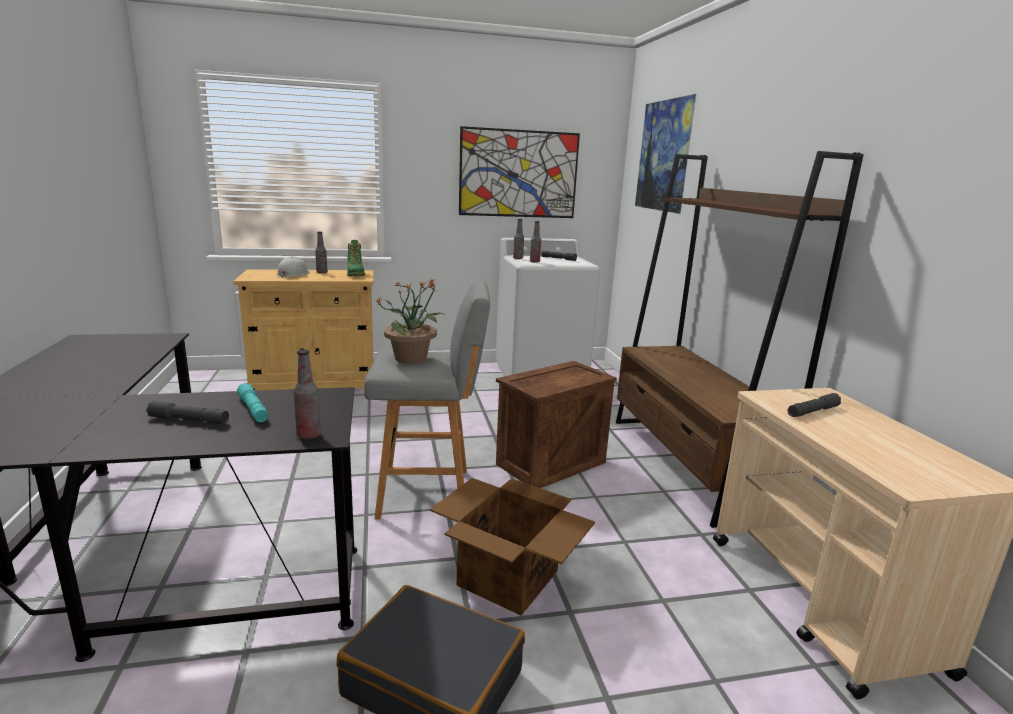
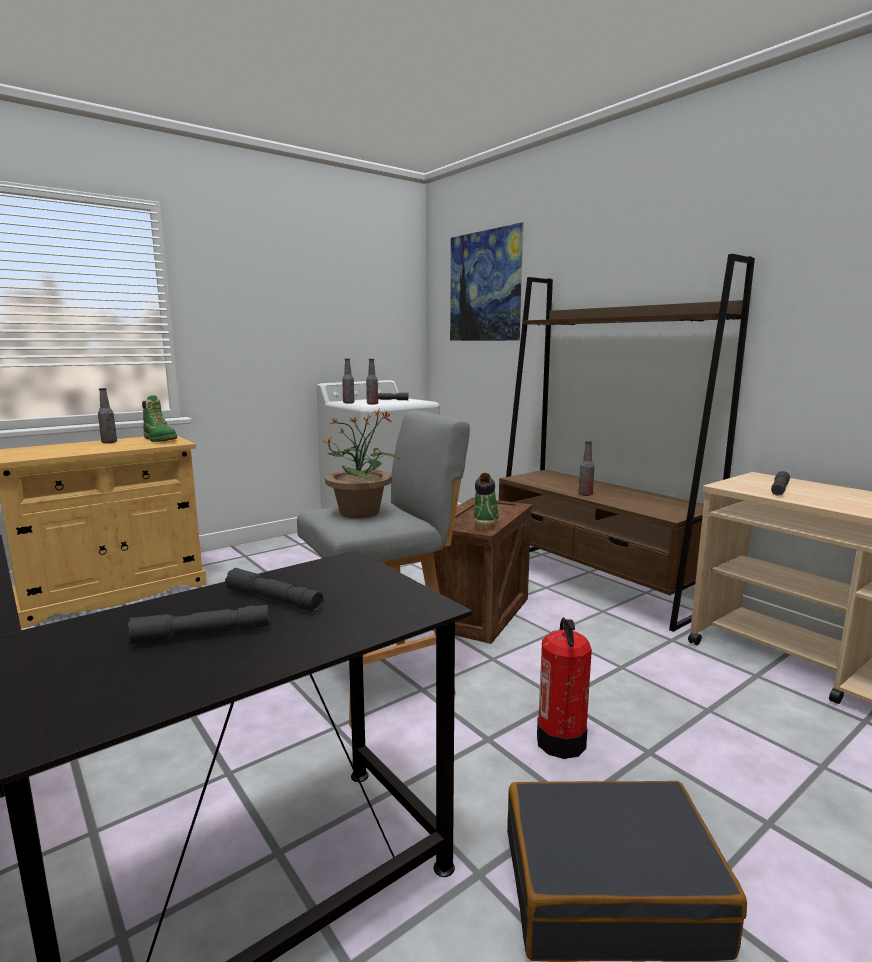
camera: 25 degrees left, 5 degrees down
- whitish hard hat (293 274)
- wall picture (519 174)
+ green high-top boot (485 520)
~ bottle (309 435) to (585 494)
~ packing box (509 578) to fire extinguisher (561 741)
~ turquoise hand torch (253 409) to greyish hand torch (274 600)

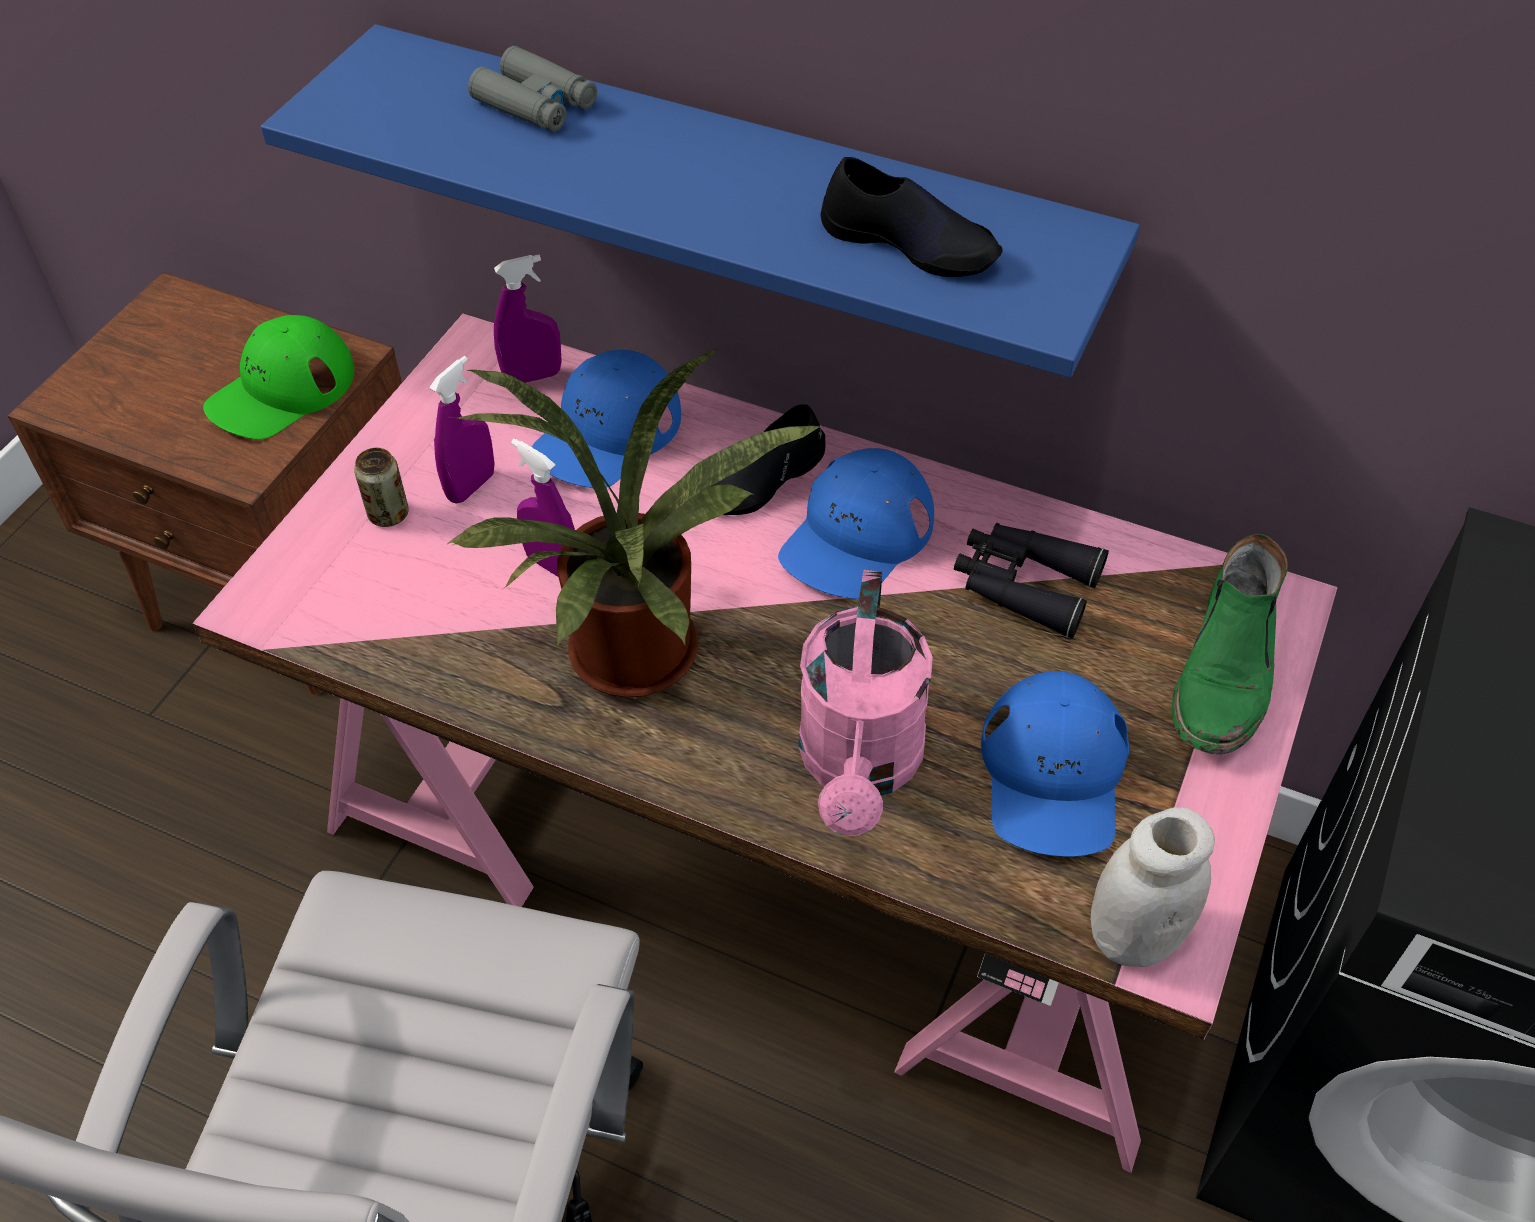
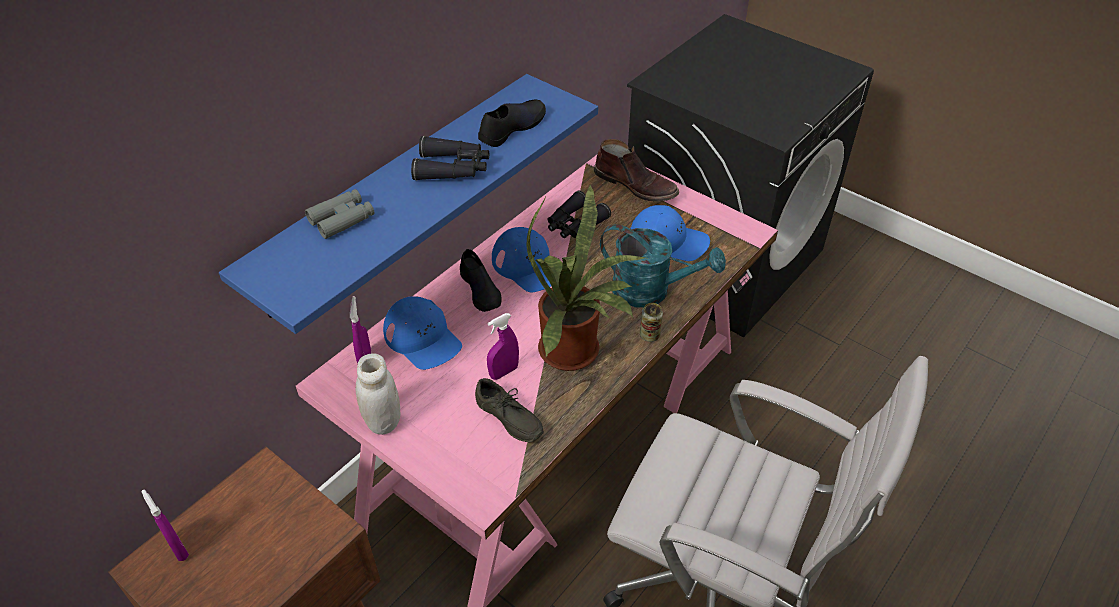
camera: 75 degrees left, 5 degrees down
- green baseball cap (282 390)
+ black-coloured binoculars (453 168)
+ greyish item of footwear (507 420)
~ can (388 514) to (649 335)
~ purplish spray bottle (471 486) to (178 548)
~ whitish preserve jar (1133 936) to (383 421)
~ pinkish watering can (860 766) to turquoise watering can (651 291)
~ green high-top boot (1226 673) to brown-coloured high-top boot (636 185)

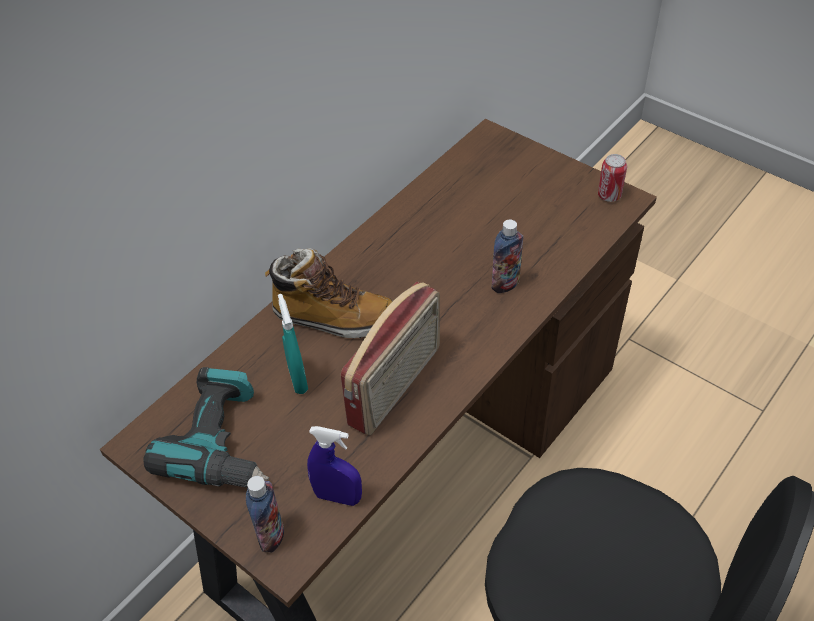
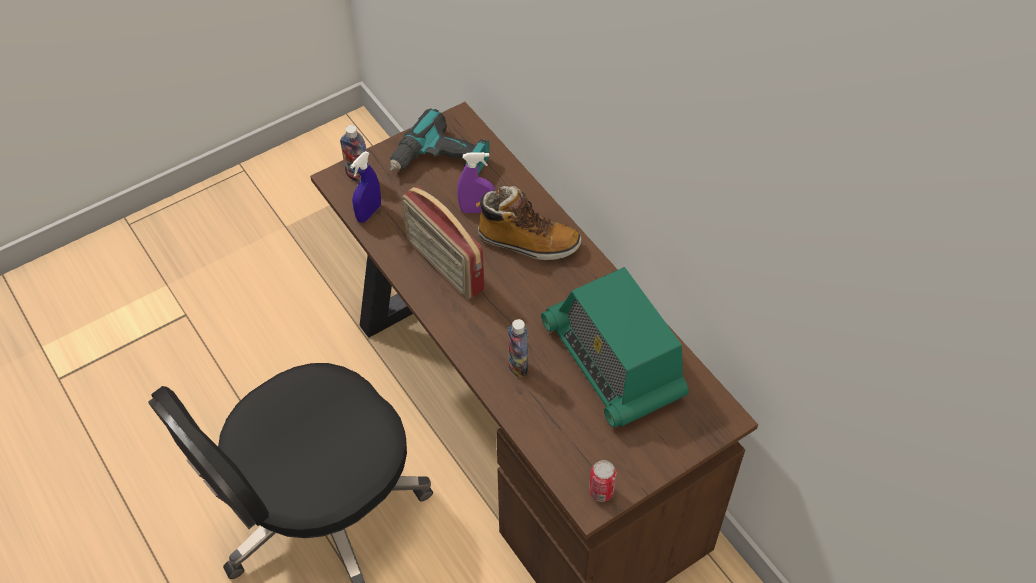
camera: 105 degrees right, 5 degrees up
+ radio receiver (613 361)
~ turquoise spray bottle (298 379) to purplish spray bottle (476 210)
~ high-top boot (333 318) = (528 242) 105 degrees counterclockwise

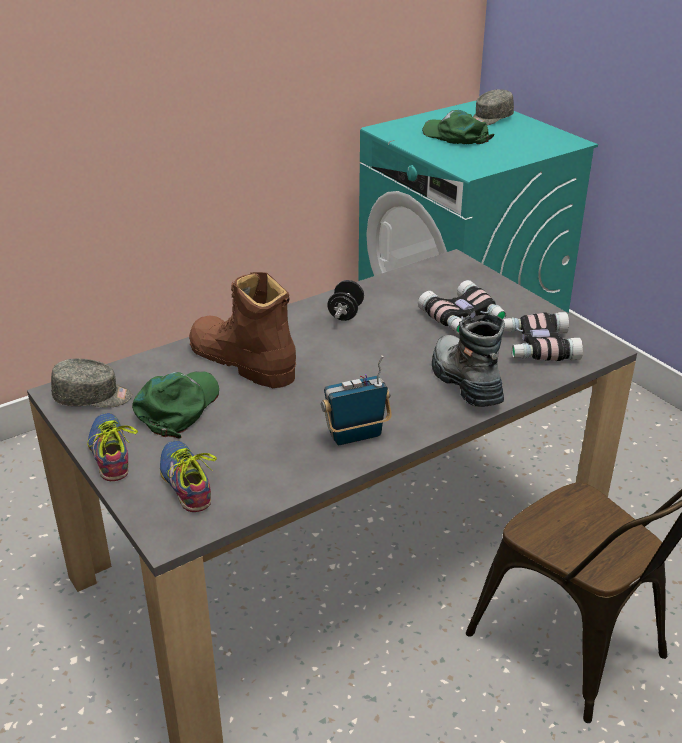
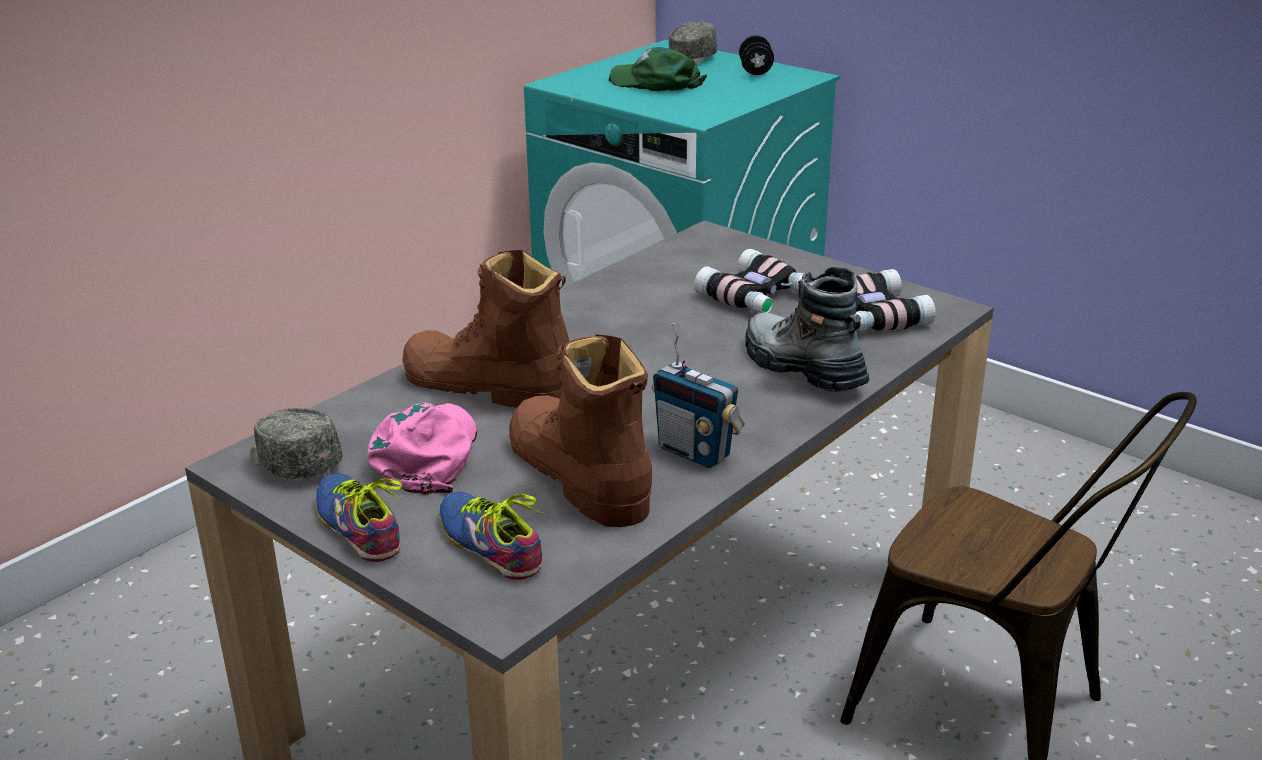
camera: 15 degrees left, 5 degrees down
+ brown-coloured high-top boot (578 475)
~ black-coloured dumbbell (345 313) to (755 71)
~ green baseball cap (178 407) to pinkish baseball cap (427 454)
~ greyish baseball cap (93 397) = (293 462) 120 degrees counterclockwise
~ radio receiver (355 436) = (695 452) 105 degrees counterclockwise

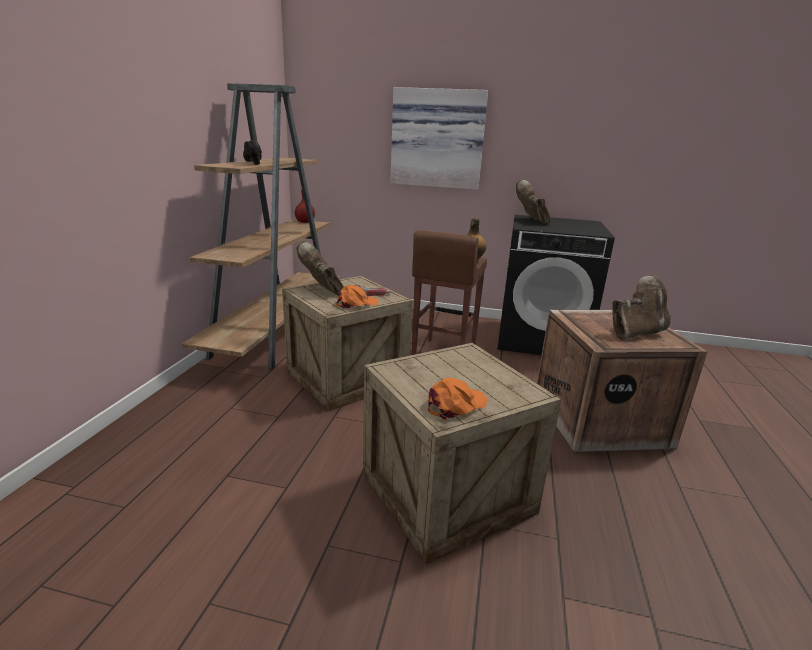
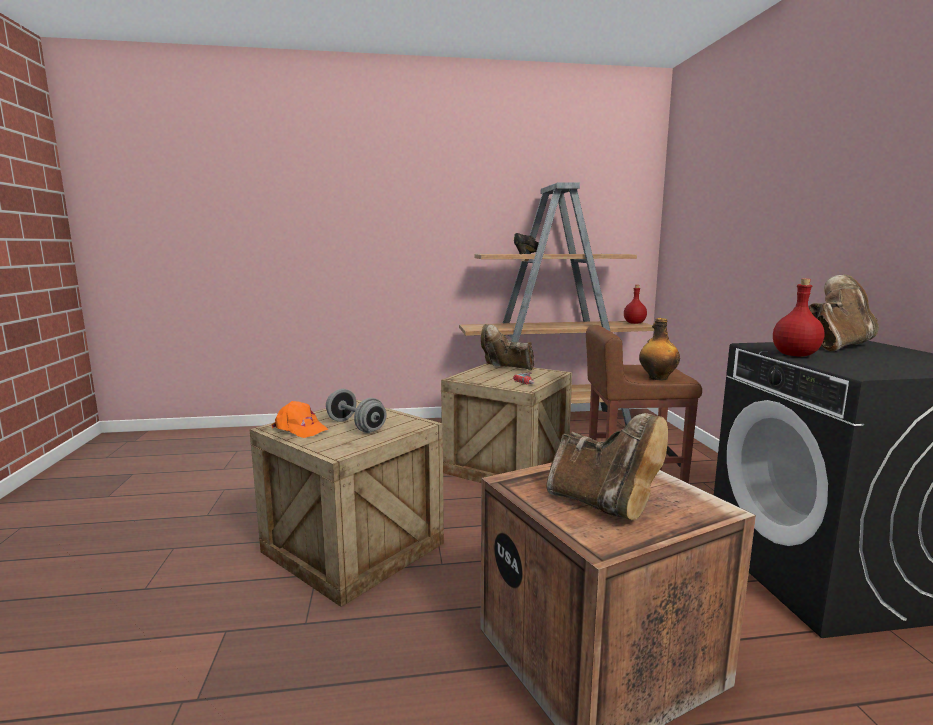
camera: 70 degrees right, 10 degrees down
- orangey baseball cap (356 303)
- wall picture (437 139)
+ greyish dumbbell (356 426)
+ red-coloured bottle (796 355)
~ brown-coloured high-top boot (323 290) = (505 369) 105 degrees counterclockwise

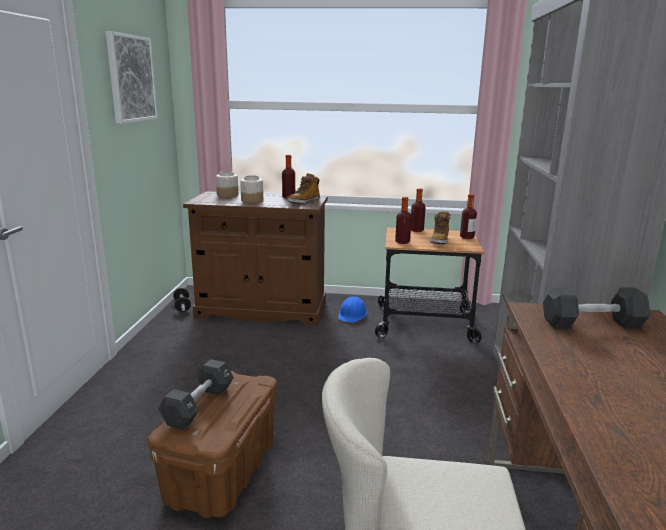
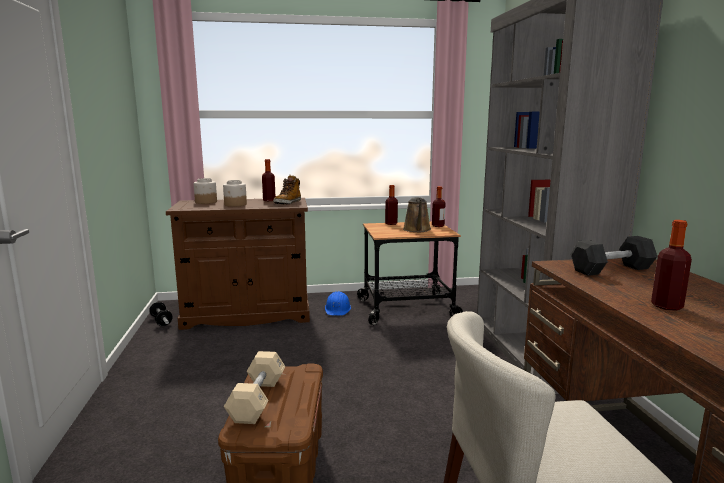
camera: 15 degrees left, 5 degrees down
- wall picture (131 79)
~ bottle (402 242) to (666 306)
~ high-top boot (439 241) to brown-coloured watering can (417 230)
~ black-coloured dumbbell (198 406) to beige-coloured dumbbell (257 399)

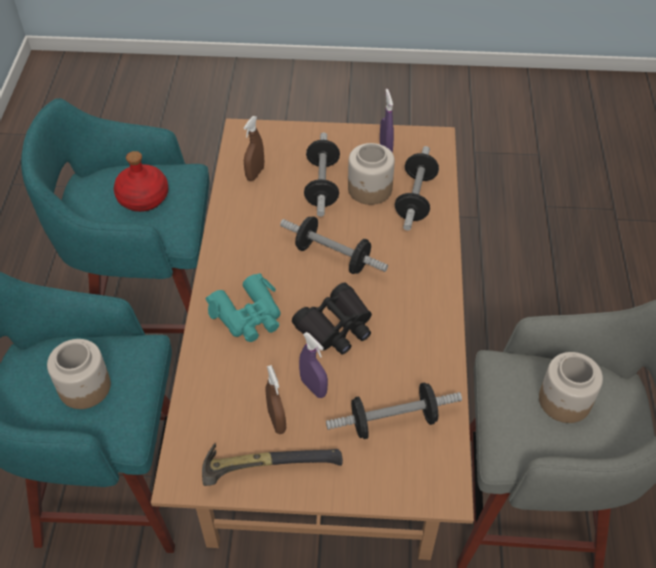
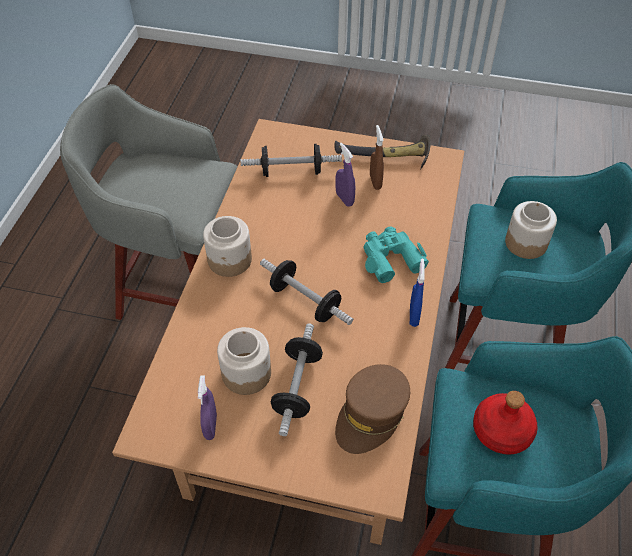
camera: 170 degrees left, 0 degrees up
- black-coloured binoculars (336 327)
- dumbbell (415 199)
+ bluish spray bottle (414 316)
~ preserve jar (564 400) to (230 260)
~ brown-coloured spray bottle (255 173) to brown-coloured baseball cap (371 415)

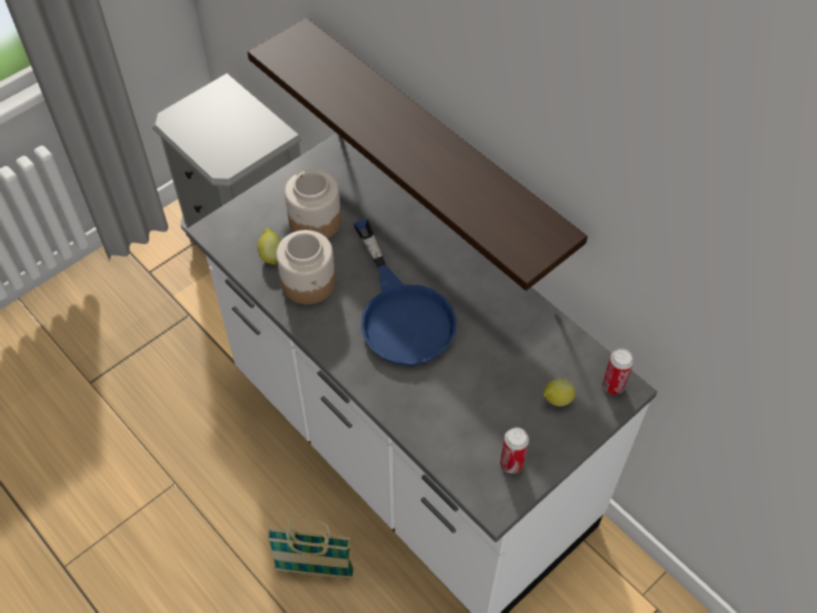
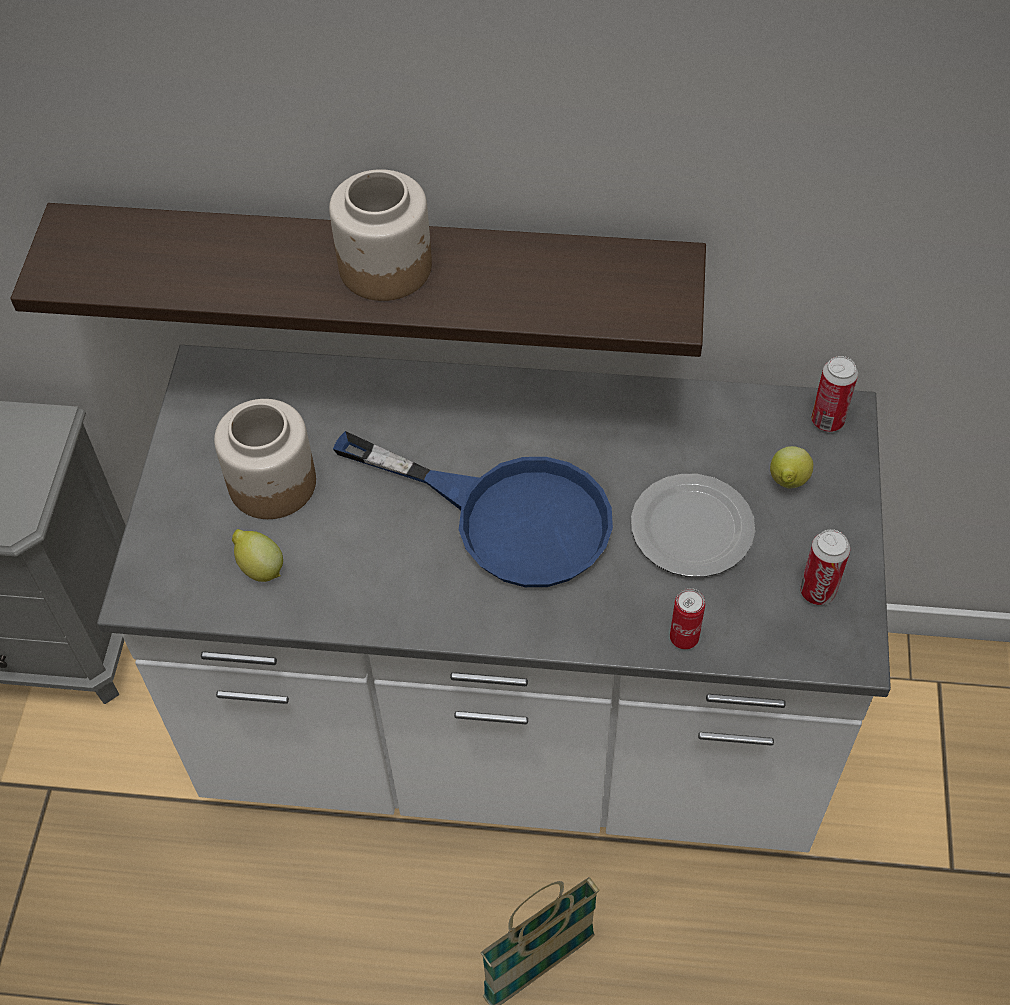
camera: 40 degrees left, 0 degrees up
+ dinner plate (689 527)
+ can (684 638)
~ preserve jar (309 283) to (386 266)

